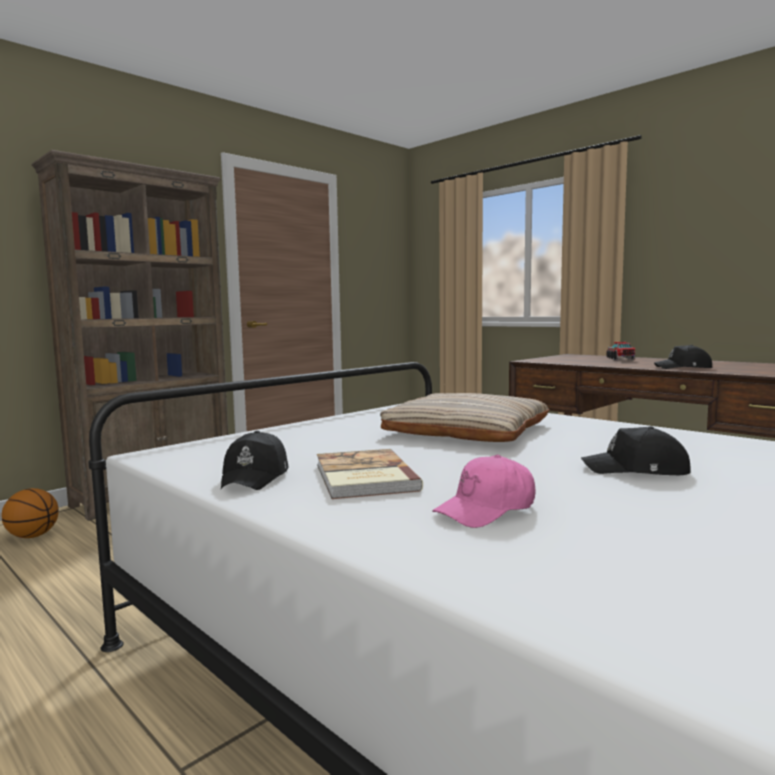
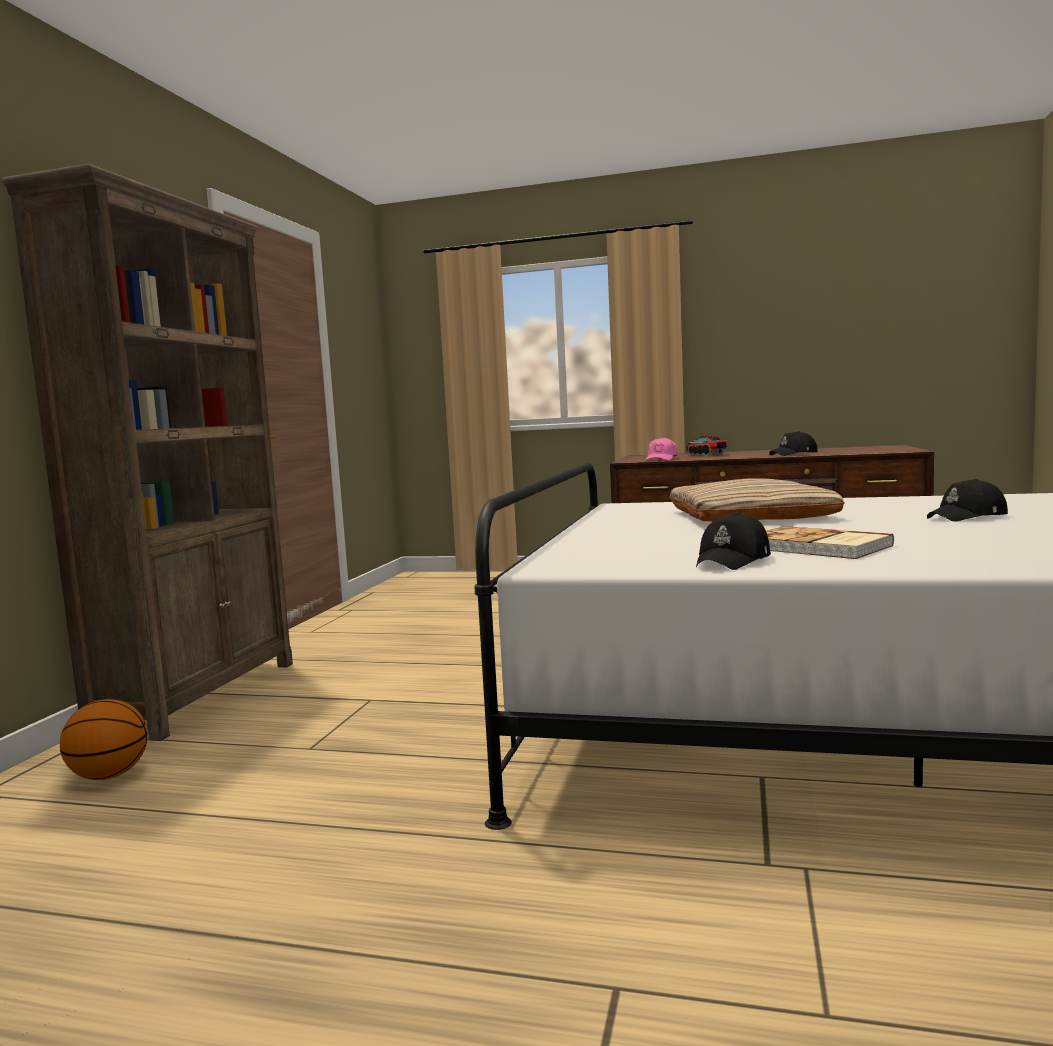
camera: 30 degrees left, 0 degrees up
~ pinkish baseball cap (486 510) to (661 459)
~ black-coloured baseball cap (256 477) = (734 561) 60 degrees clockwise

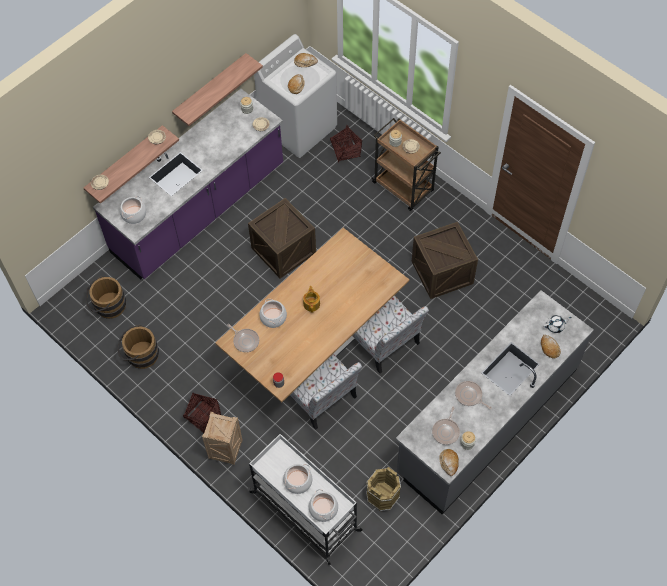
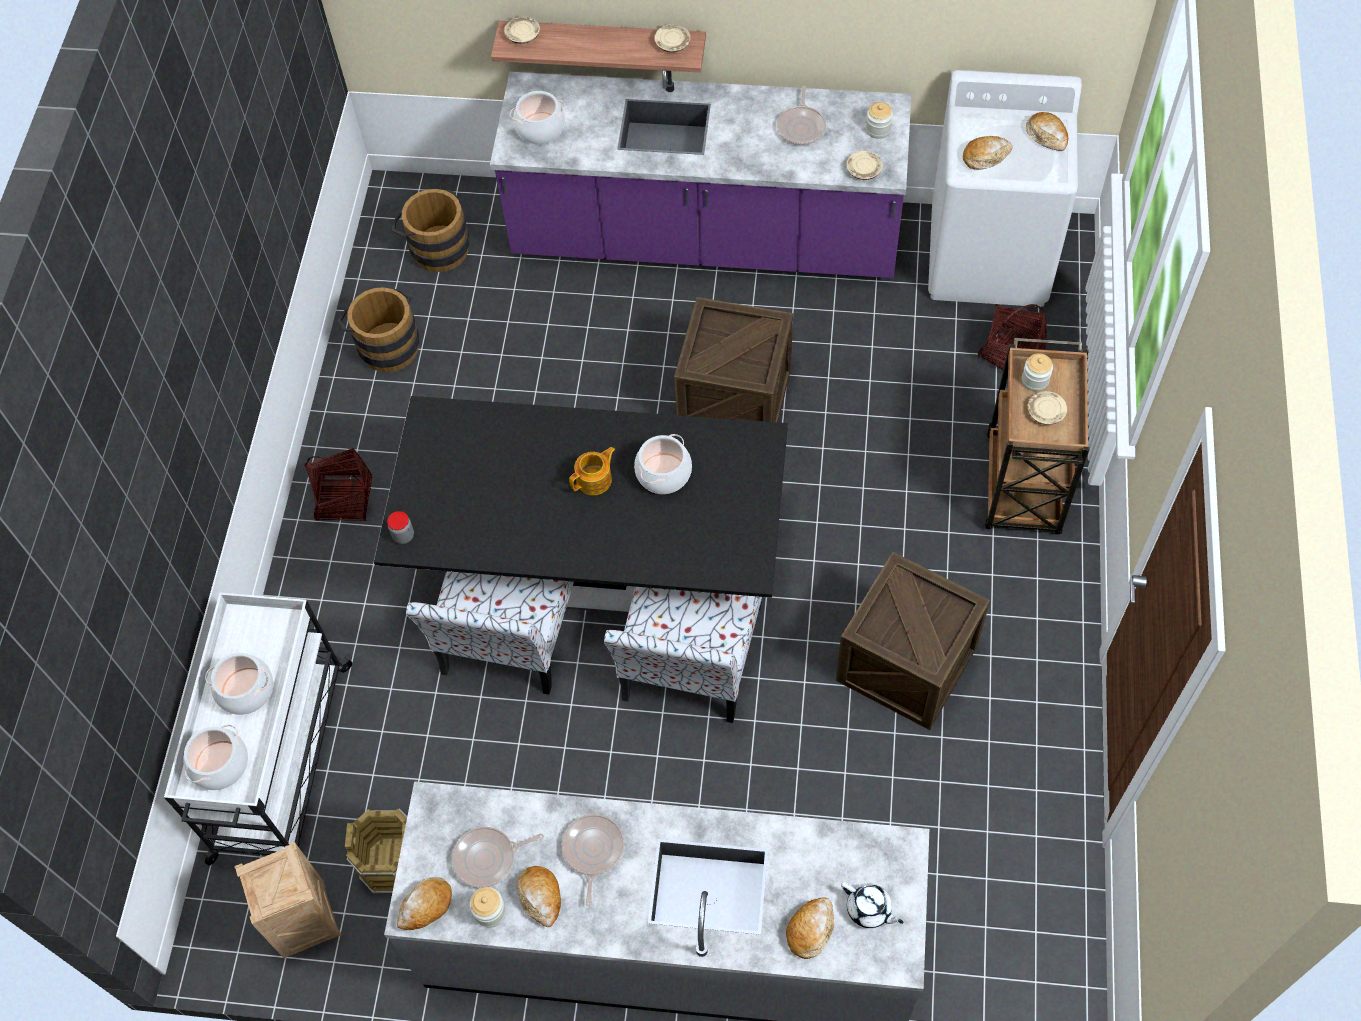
camera: 55 degrees right, 0 degrees up
- wall shelf (210 89)
+ baked bread (540 897)
~ packing crate (225 451) to (305 921)
~ skillet (245 340) to (801 127)
~ saucepot (273 317) to (663 474)
~ beige-coloured kitchen table (315 345) to black-coloured kitchen table (597 566)

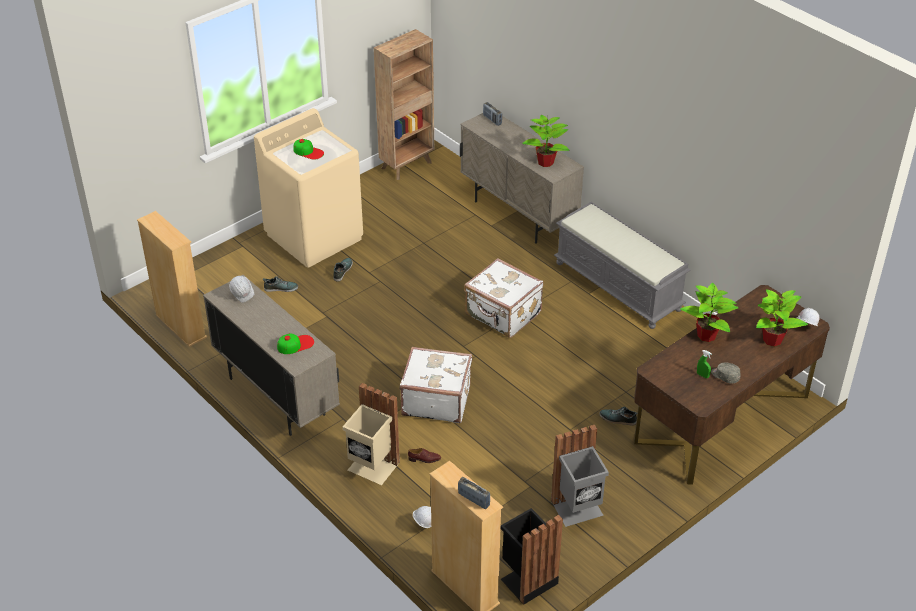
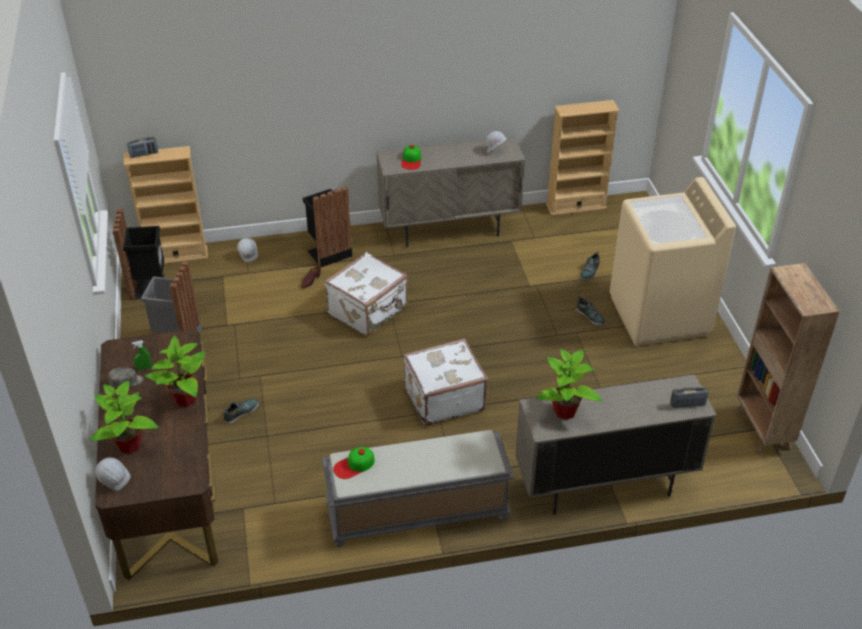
camera: 120 degrees right, 0 degrees up
~ baseball cap (308 152) to (354 465)
~ beige-coloured trash can (372 467) to black-coloured trash can (328 252)

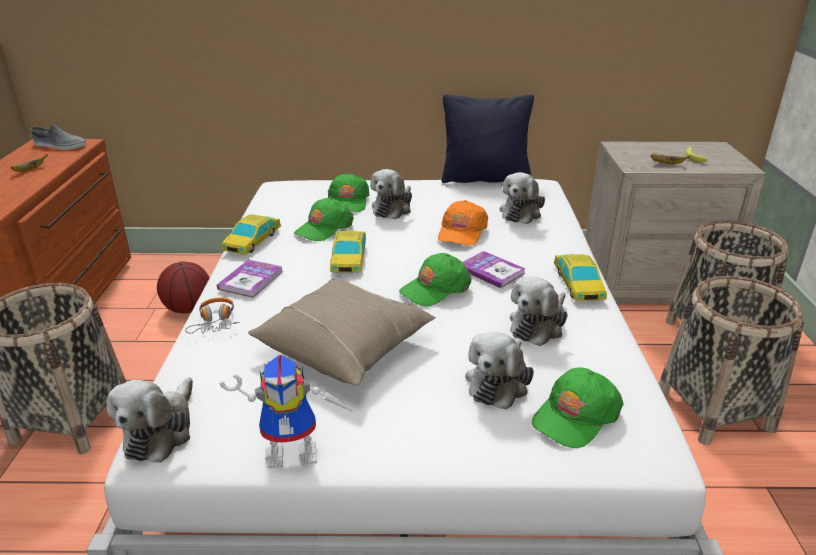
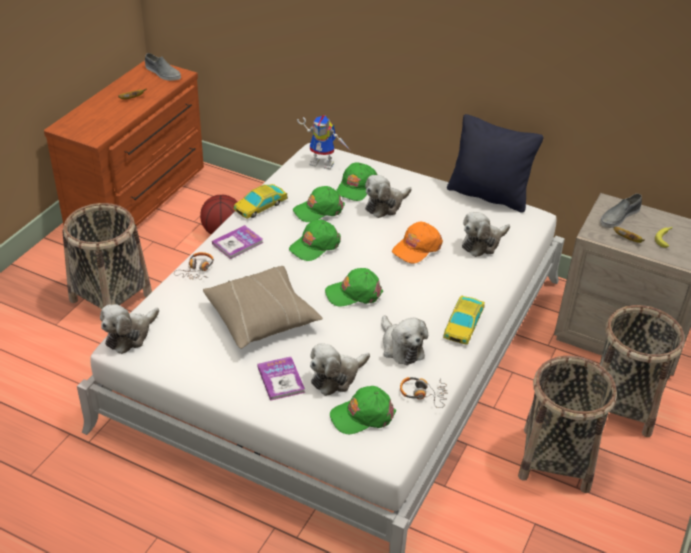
camera: 25 degrees right, 10 degrees up
+ headset (423 394)
+ greyish item of footwear (619 216)
~ toy robot (296 450) to (324 162)
~ volume (491 271) to (281 379)
~ toy car (349 258) to green baseball cap (315 245)
~ plush toy (538 325) = (401 347) 90 degrees counterclockwise

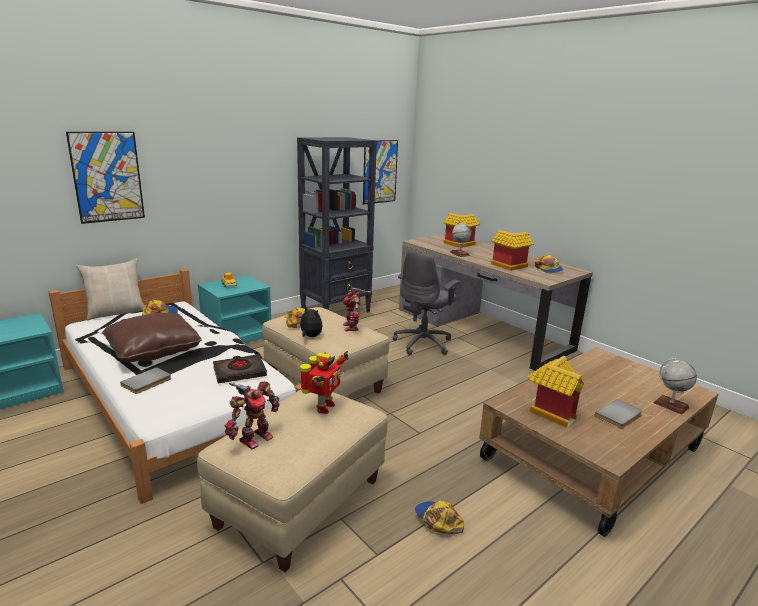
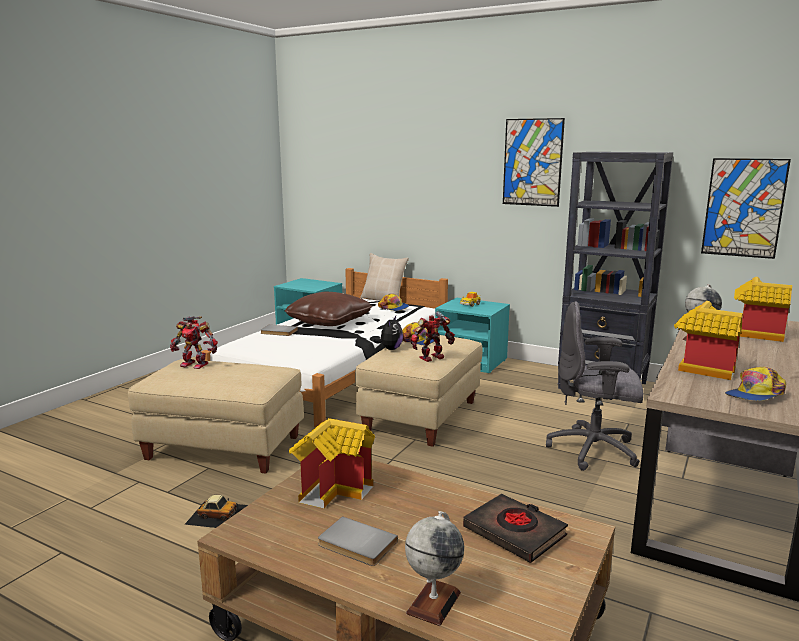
camera: 70 degrees right, 5 degrees down
- toy robot (323 407)
~ wall picture (107 177) to (532 162)
~ black-coloured volume (239 372) to (515 532)
~ baseball cap (437 520) to toy car (218 514)

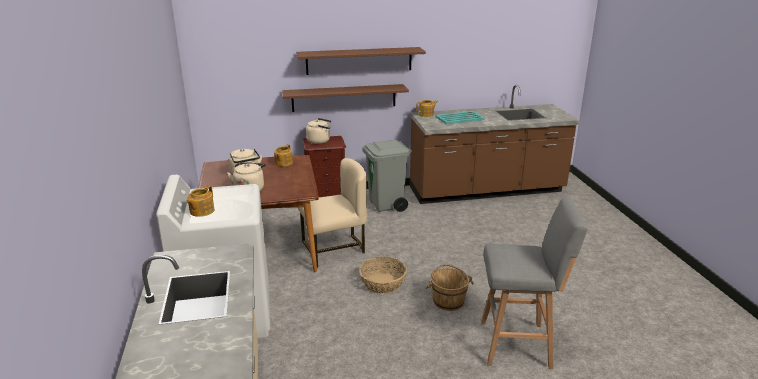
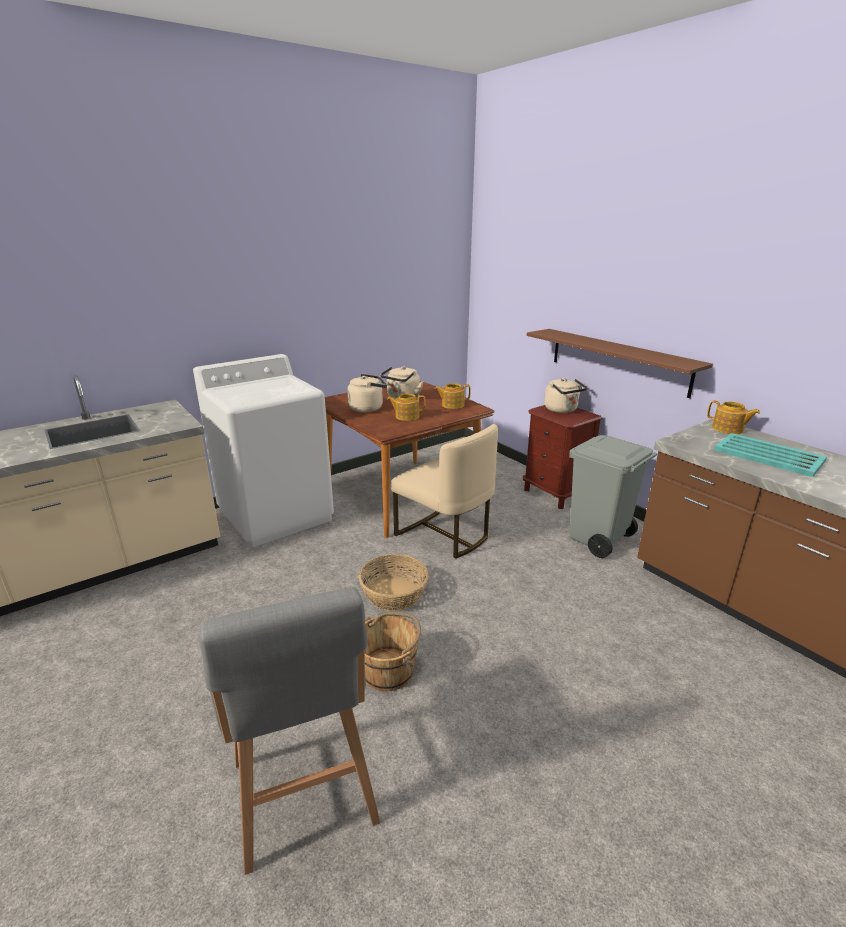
camera: 65 degrees right, 0 degrees up
- brown-coloured wall shelf (359 60)
~ teapot (201 211) to (406 416)

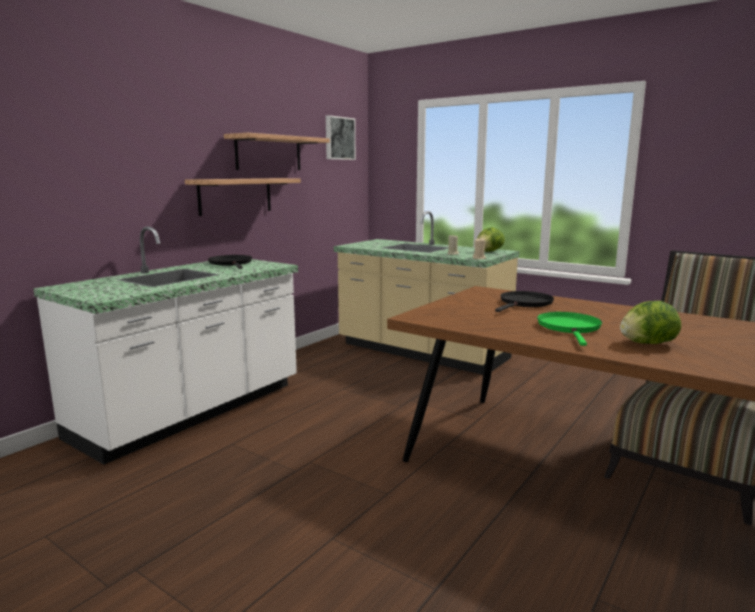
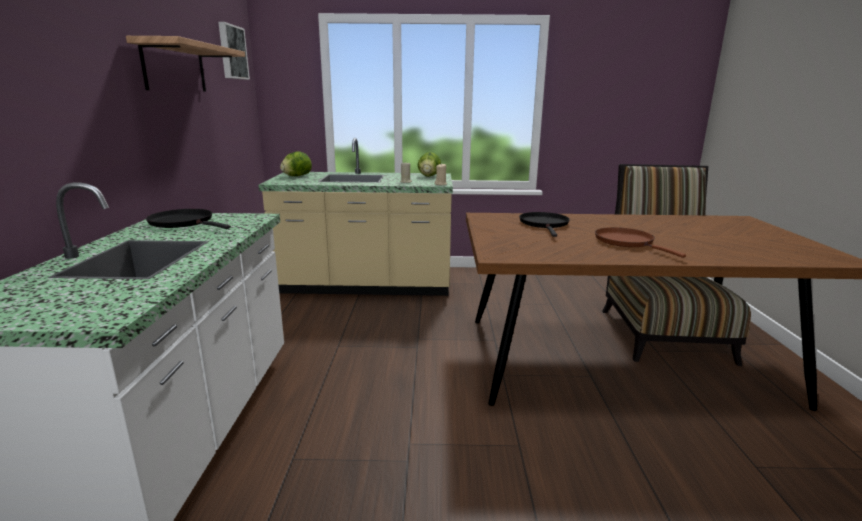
camera: 35 degrees left, 5 degrees up
- wall shelf (235 196)
~ head of lettuce (647 343) to (296 176)
~ green skillet (569 328) to brown-coloured skillet (627 242)

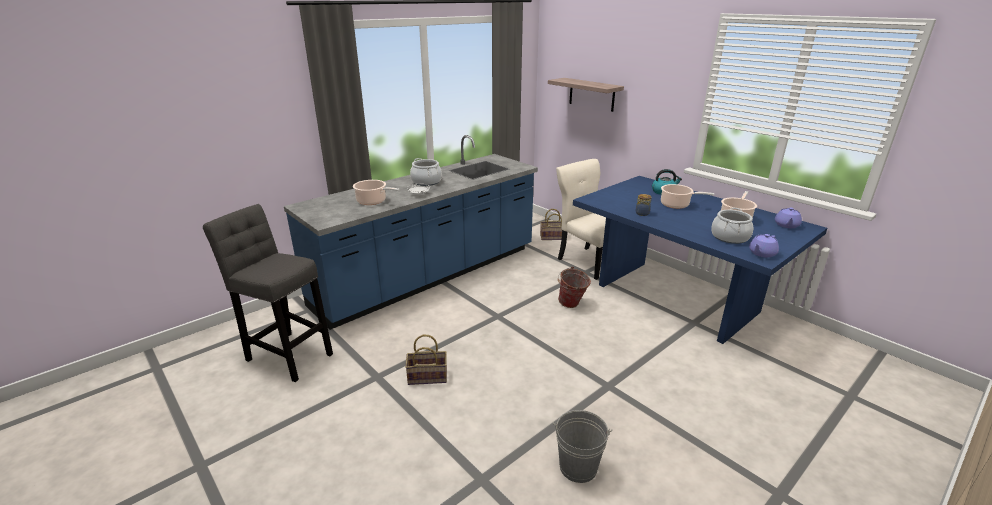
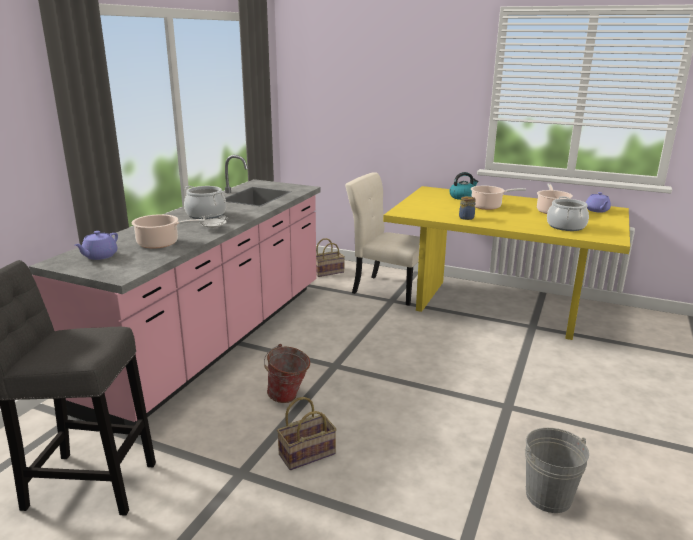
camera: 25 degrees left, 5 degrees down
- wall shelf (591 94)
~ bucket (571 305) to (288 398)
~ purplish teapot (761 253) to (99 256)
~ bluish kitchen base unit (429 276) to pinkish kitchen base unit (215 340)
~ bluish kitchen table (677 298) to yellow kitchen table (498 307)

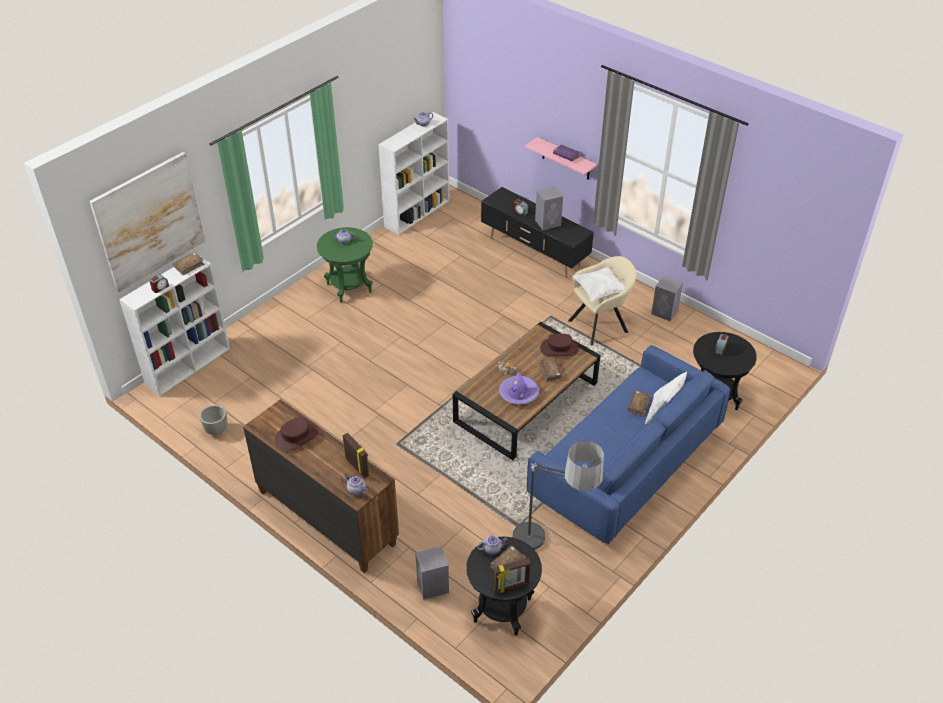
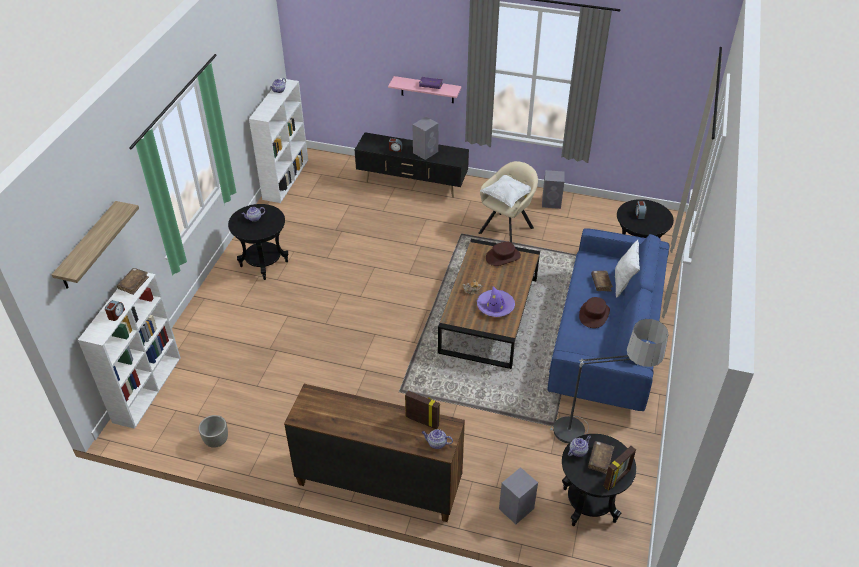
camera: 25 degrees left, 0 degrees up
- brown-coloured volume (550 372)
~ brown-coloured wearable hat (296 437) to (594 314)
~ wall picture (149 221) to wall shelf (88 246)
~ green accent table (349 288) to black-coloured accent table (264 264)

